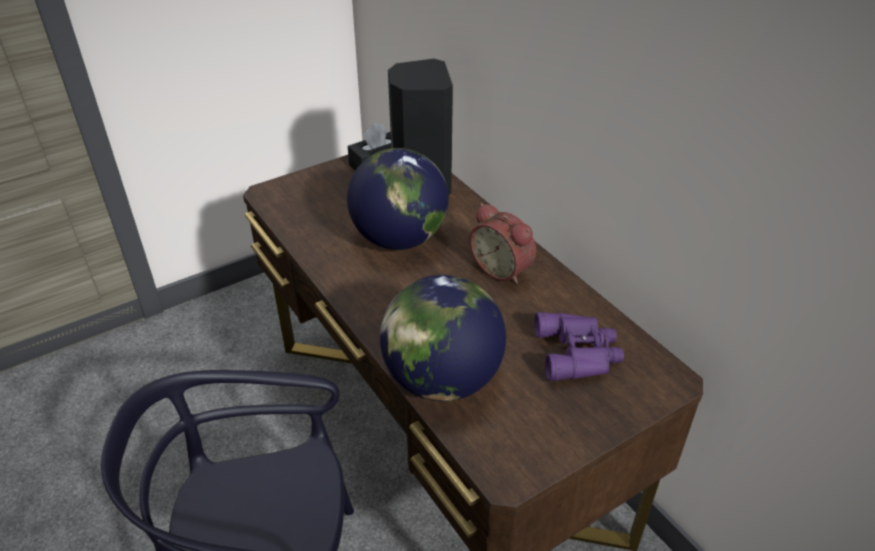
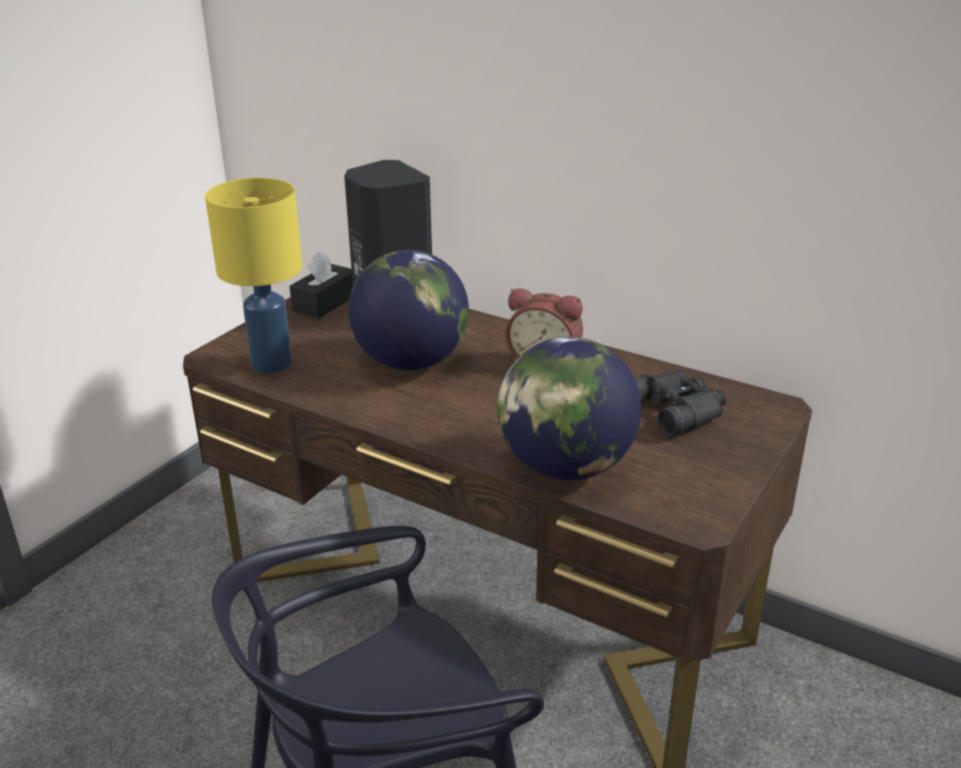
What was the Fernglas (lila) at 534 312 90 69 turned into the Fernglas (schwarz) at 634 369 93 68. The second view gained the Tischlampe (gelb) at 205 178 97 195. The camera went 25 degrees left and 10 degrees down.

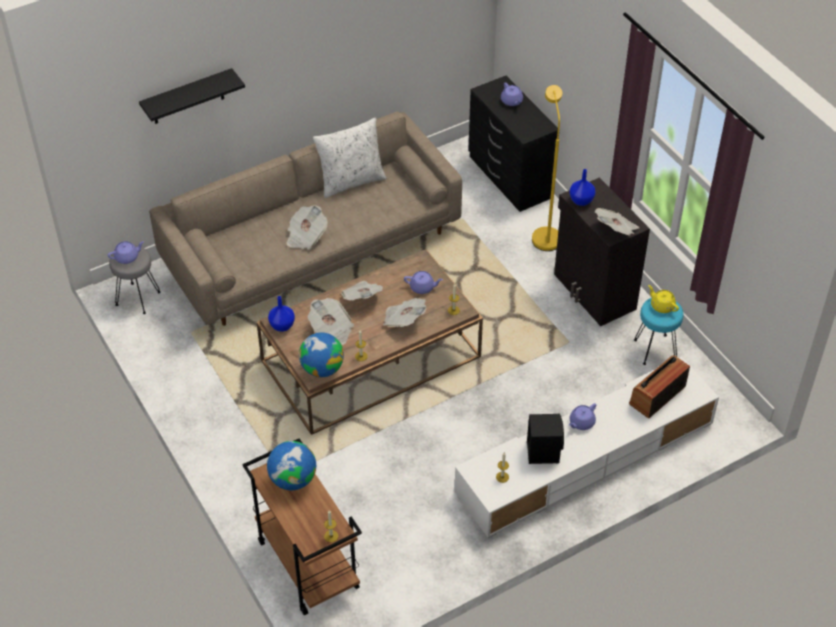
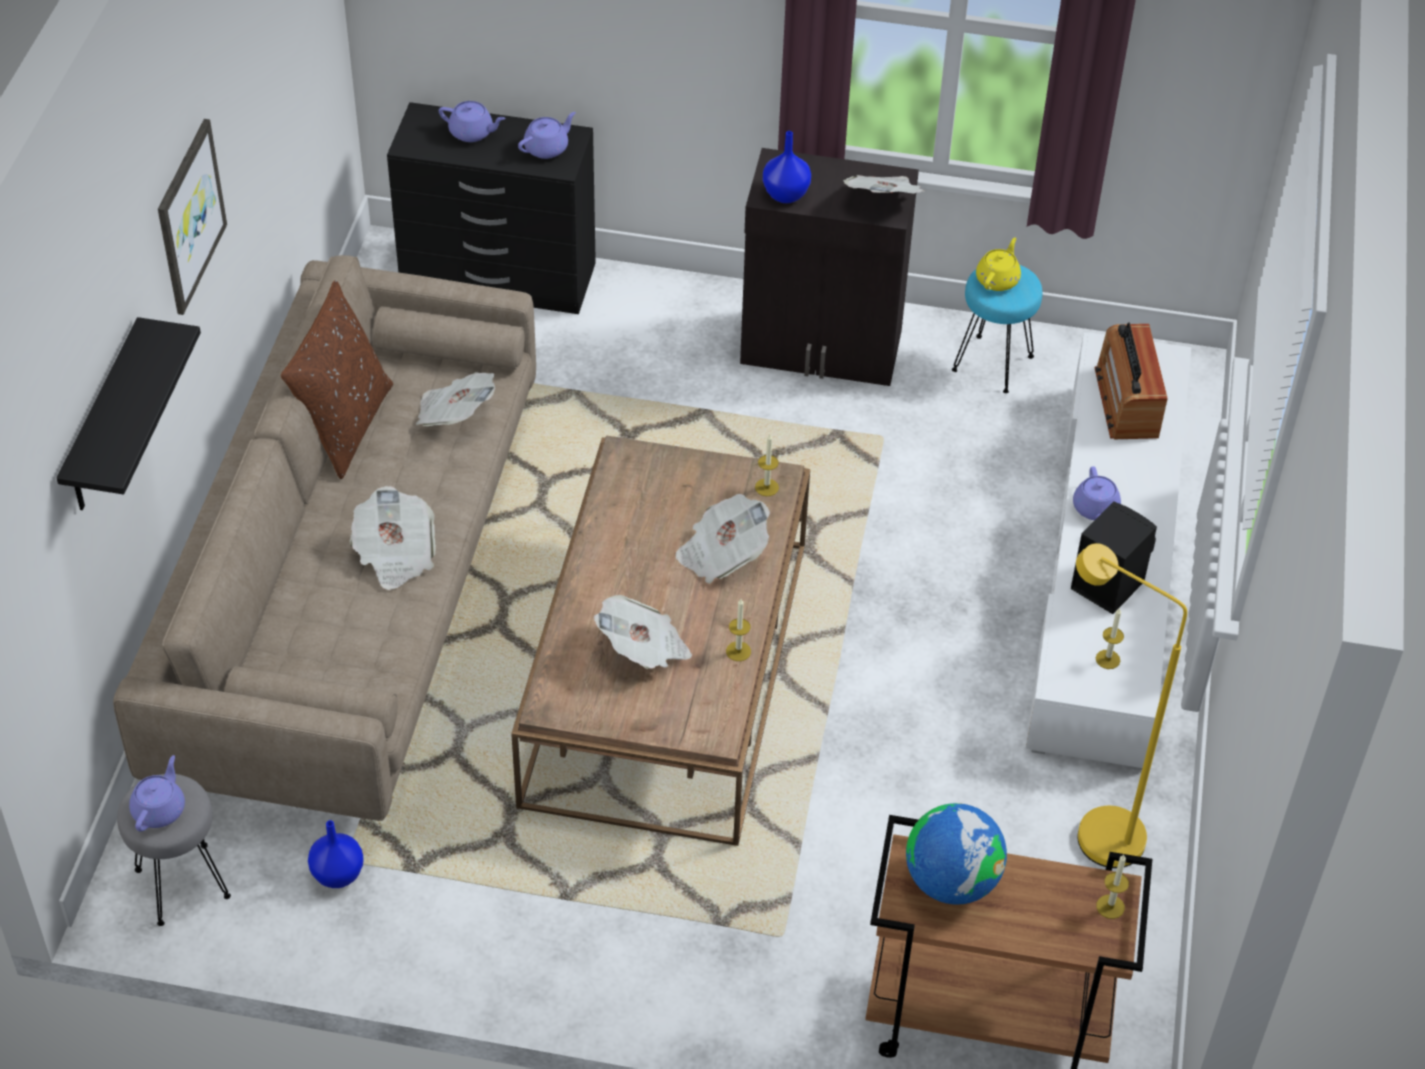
The Stehlampe (gelb) ended up elsewhere, having gone from 532 85 30 166 to 1076 543 111 325. What was the Kissen (weiß) at 313 117 74 81 turned into the Kissen (braun) at 281 280 112 199. The Teekanne (lila) ended up elsewhere, having gone from 404 271 39 23 to 518 112 58 47. The Zeitung ended up elsewhere, having gone from 341 281 42 19 to 416 372 79 54. The Teekanne (gelb) at 648 285 31 28 ended up facing another way, 120 degrees clockwise from before. The Vase (blau) ended up elsewhere, having gone from 268 296 27 36 to 308 820 56 68. The second view lost the Globus at 299 333 45 44. The second view gained the Bild at 158 119 69 196. The camera went 50 degrees left and 0 degrees up.

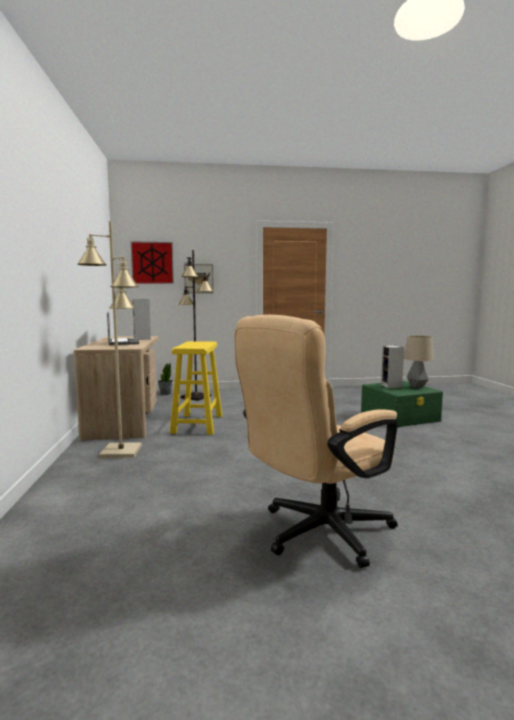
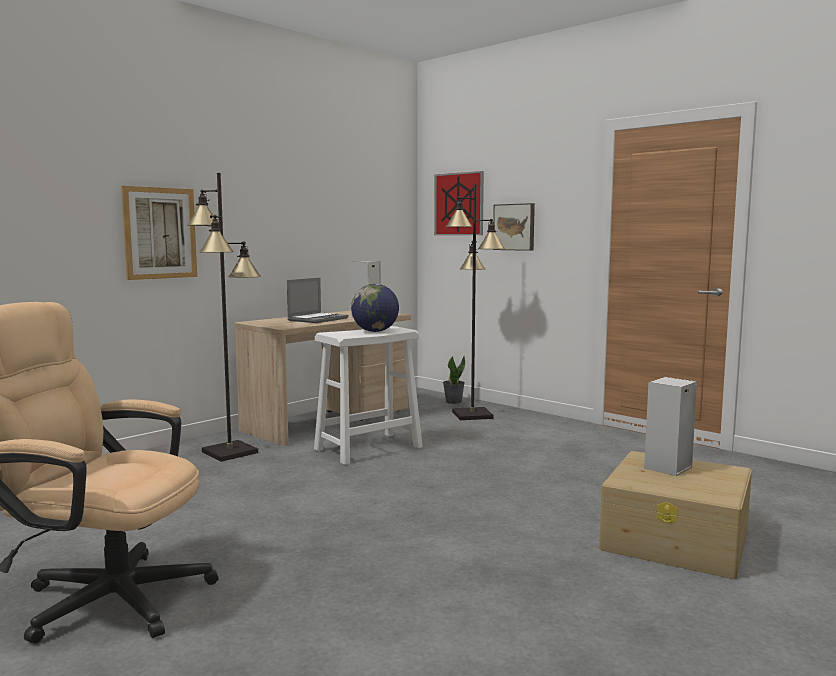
What was the Stehlampe (beige) at 77 221 65 237 turned into the Stehlampe (schwarz) at 187 173 74 289. The second view lost the Tischlampe at 404 336 30 52. What was the Hocker (gelb) at 170 341 52 94 turned into the Hocker (weiß) at 314 326 109 139. What was the Aufbewahrungsbox (grün) at 361 381 82 46 turned into the Aufbewahrungsbox (beige) at 599 451 153 128. The second view gained the Bild at 121 186 76 94. The second view gained the Globus at 351 284 48 48. The camera went 50 degrees right and 0 degrees up.

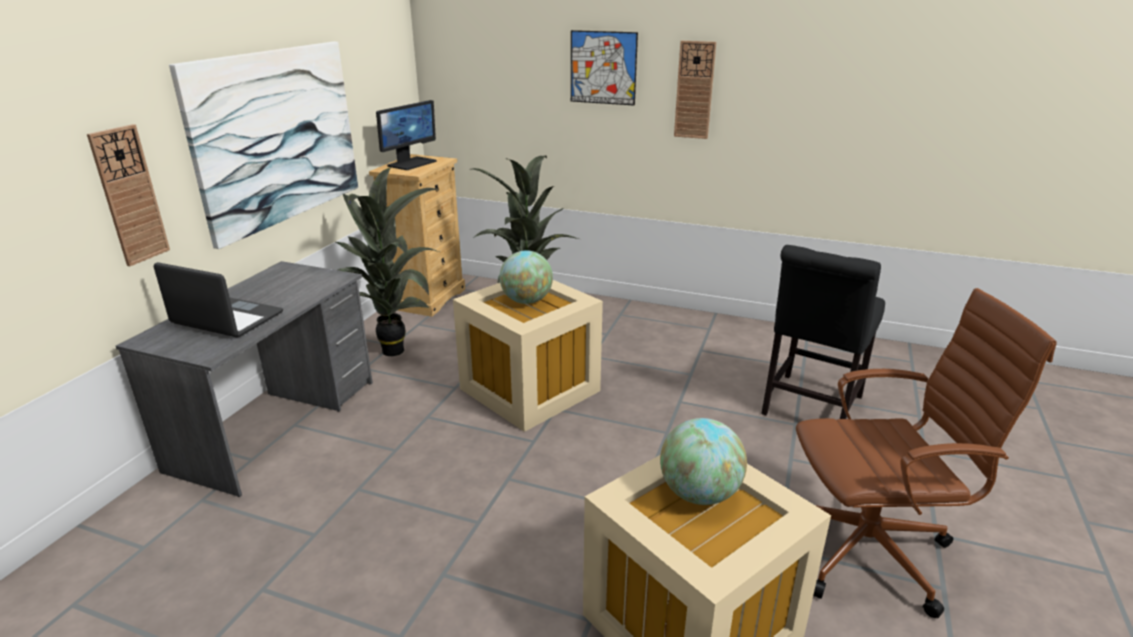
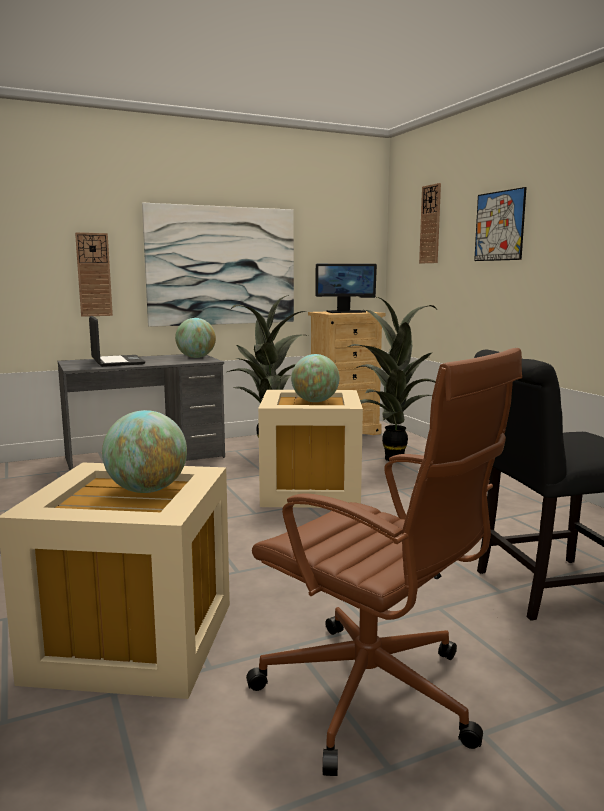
The Wanduhr ended up elsewhere, having gone from 674 41 42 98 to 419 183 22 80. The second view gained the Globus at 175 318 41 40. The camera went 45 degrees right and 15 degrees down.

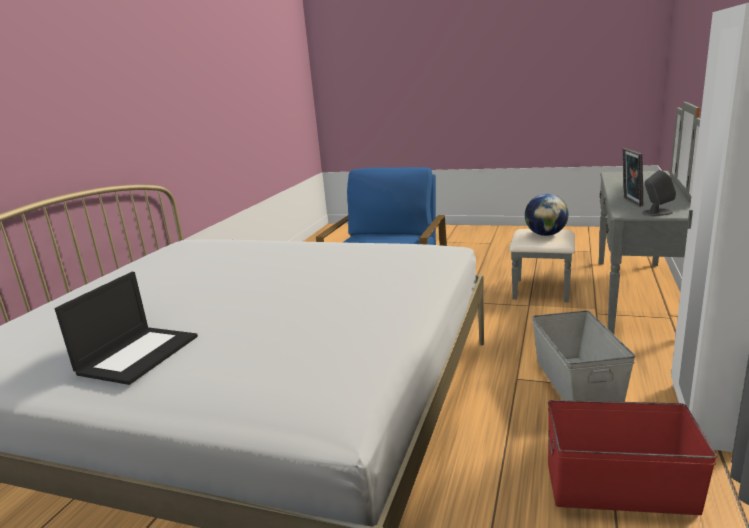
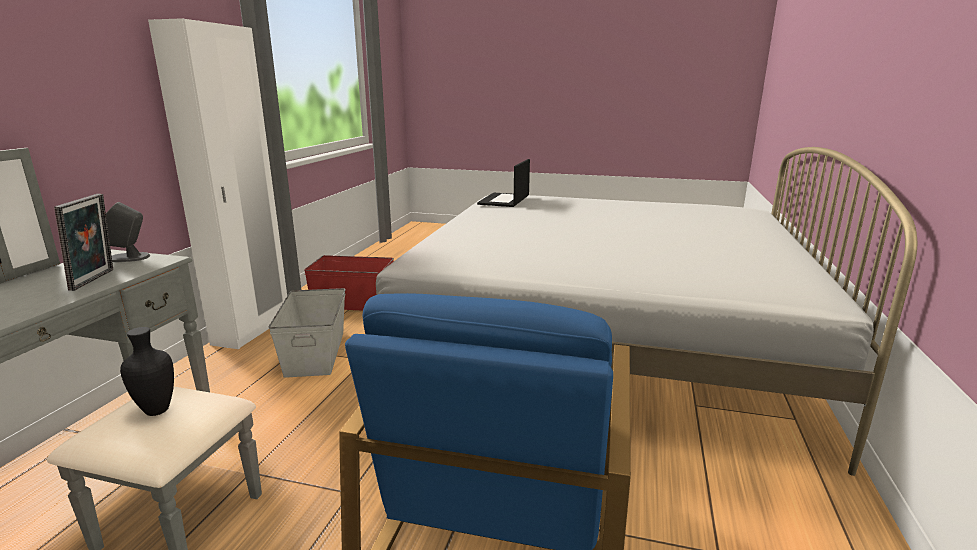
Where the Globus stood at 525 194 44 42, the Vase (schwarz) came to stand at 120 327 54 89. The Laptop ended up elsewhere, having gone from 55 272 143 113 to 477 159 53 48. The camera went 175 degrees right and 0 degrees up.

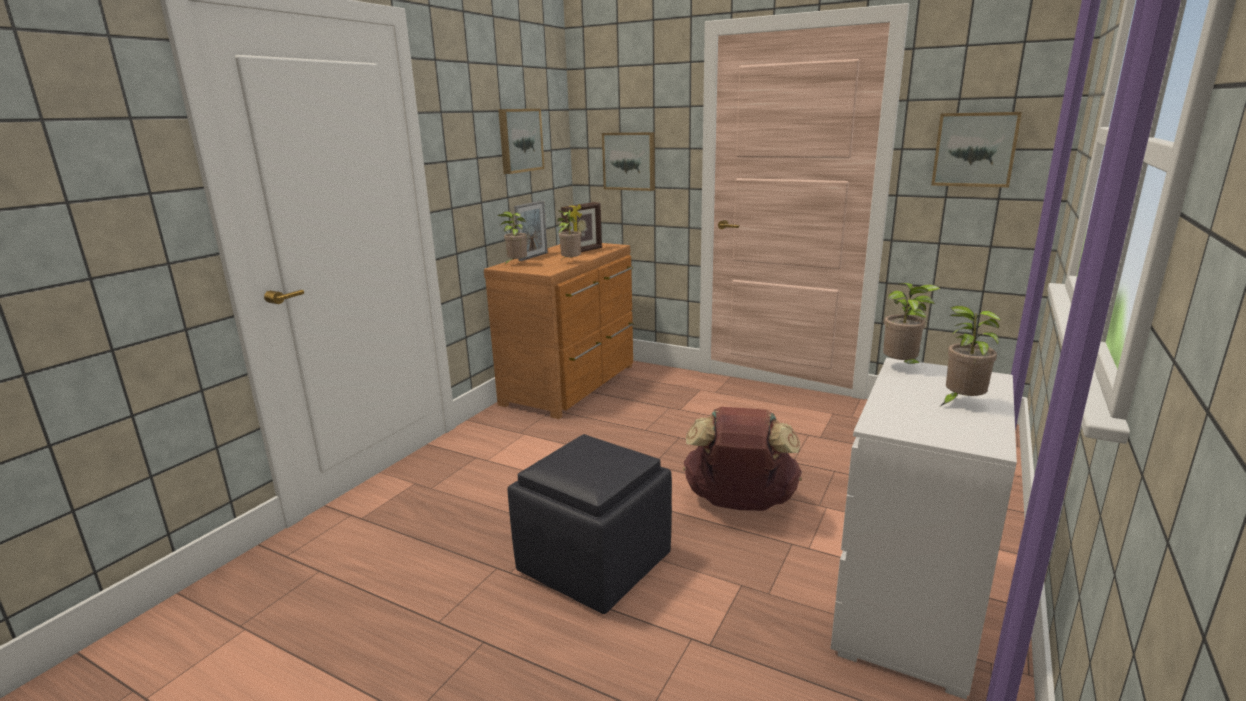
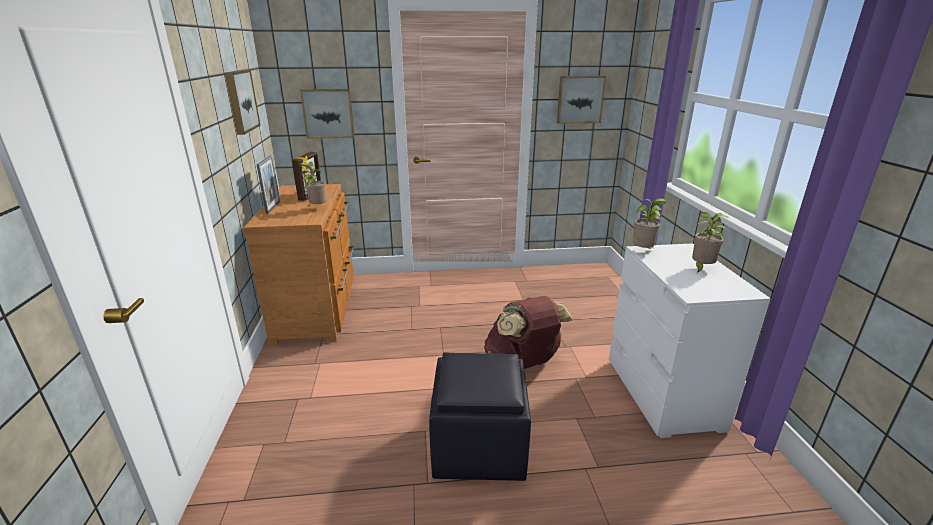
The second view lost the Topfpflanze at 497 211 30 54. The camera went 35 degrees left and 5 degrees up.

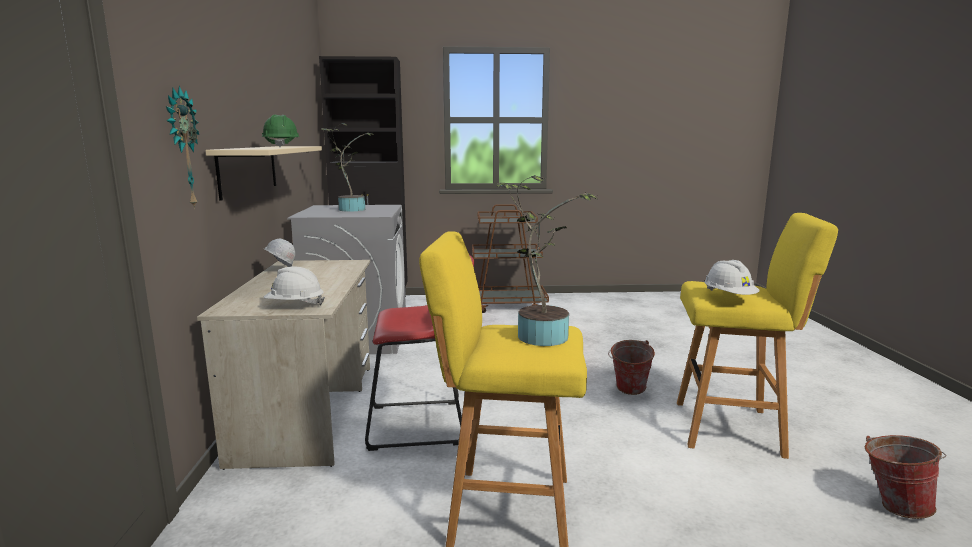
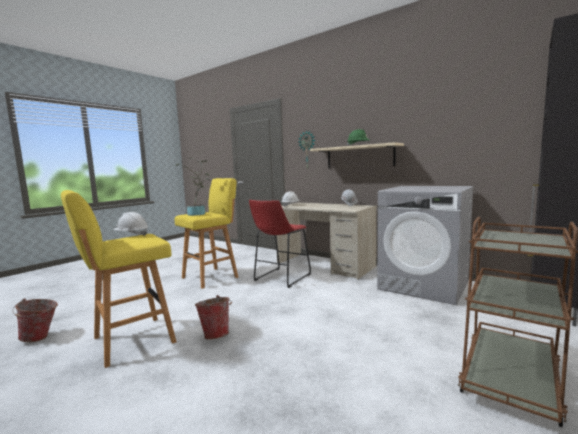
The second view lost the Topfpflanze at 321 123 52 89. The camera went 130 degrees right and 5 degrees down.

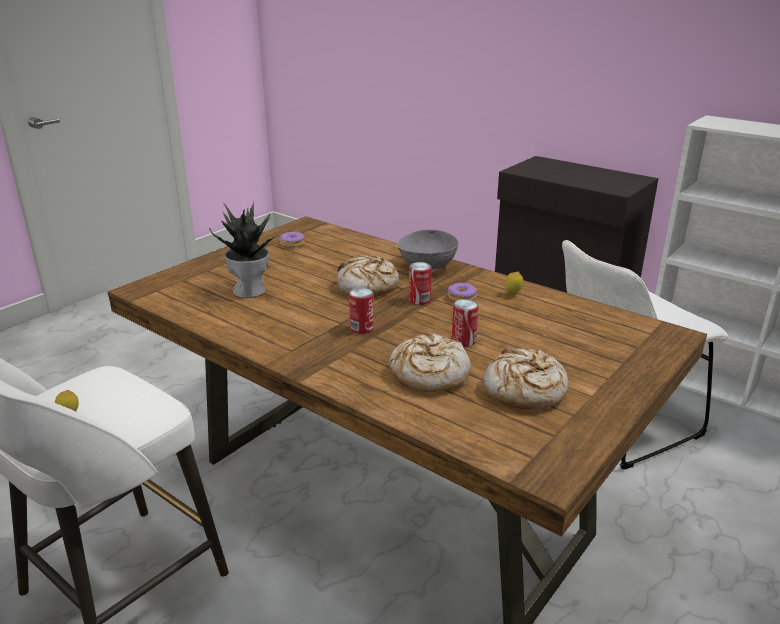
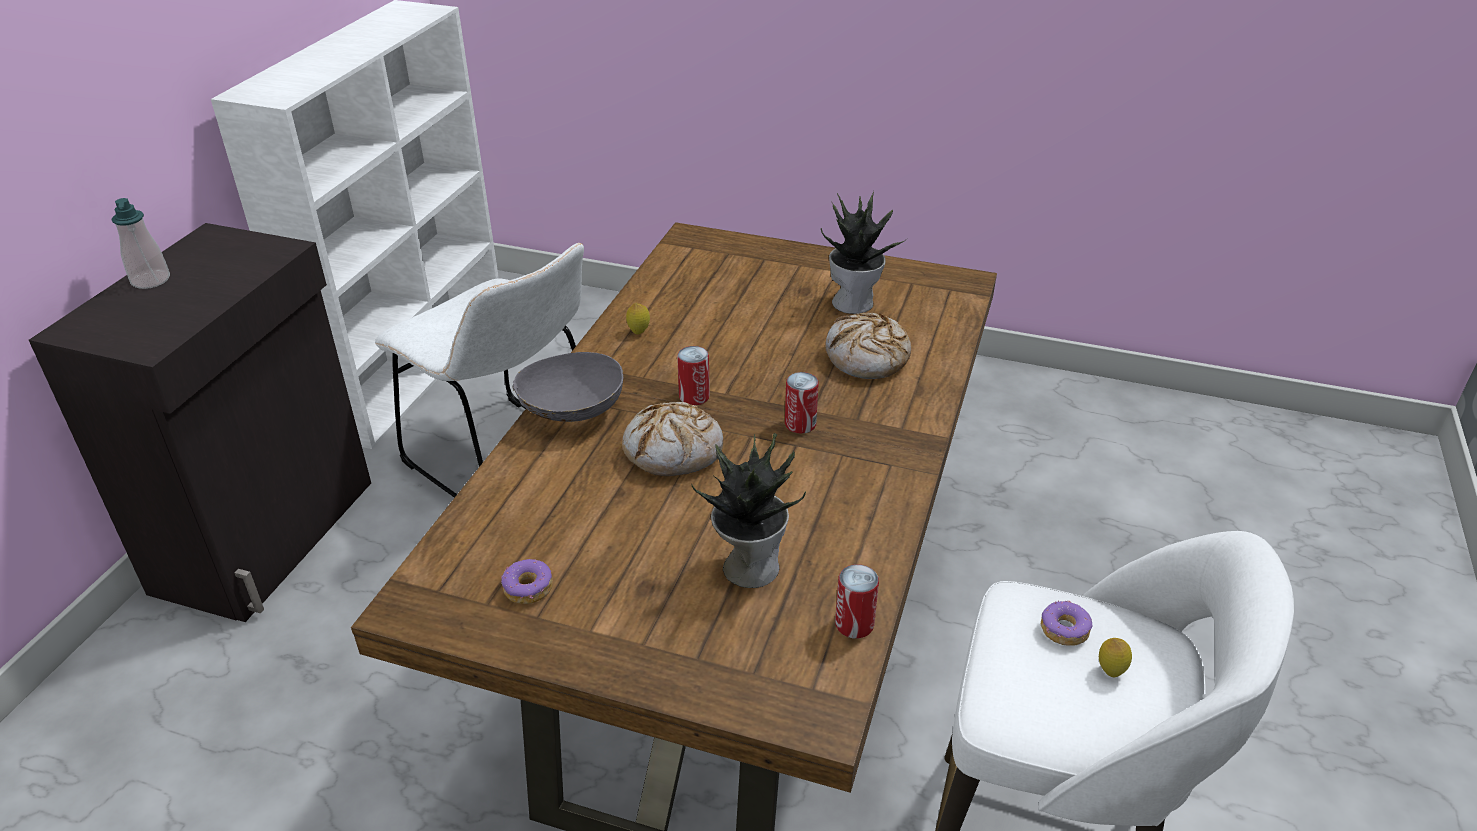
The Donut ended up elsewhere, having gone from 448 283 29 18 to 1041 601 51 45. The Dose ended up elsewhere, having gone from 452 299 26 48 to 835 564 44 75. Where the Brot stood at 483 348 86 62, the Topfpflanze came to stand at 821 191 86 123. The second view gained the Seifenspender at 111 198 59 91. The camera went 110 degrees left and 10 degrees up.

